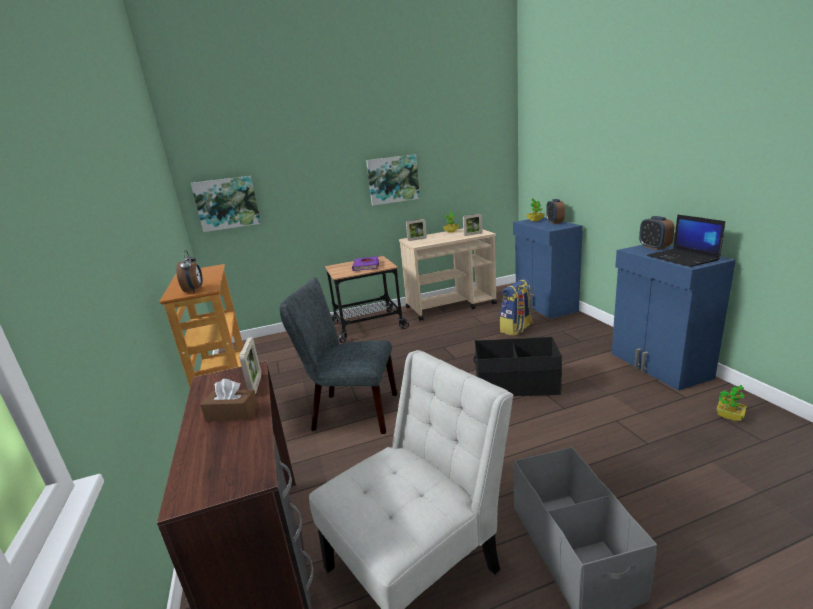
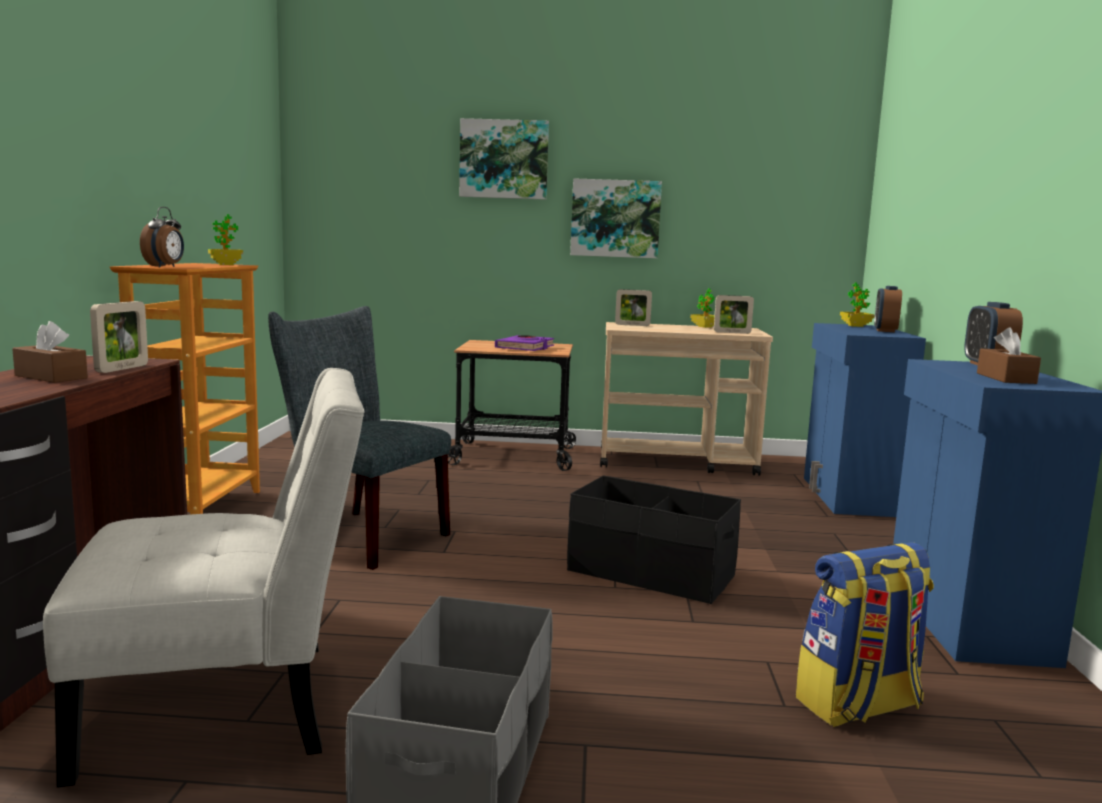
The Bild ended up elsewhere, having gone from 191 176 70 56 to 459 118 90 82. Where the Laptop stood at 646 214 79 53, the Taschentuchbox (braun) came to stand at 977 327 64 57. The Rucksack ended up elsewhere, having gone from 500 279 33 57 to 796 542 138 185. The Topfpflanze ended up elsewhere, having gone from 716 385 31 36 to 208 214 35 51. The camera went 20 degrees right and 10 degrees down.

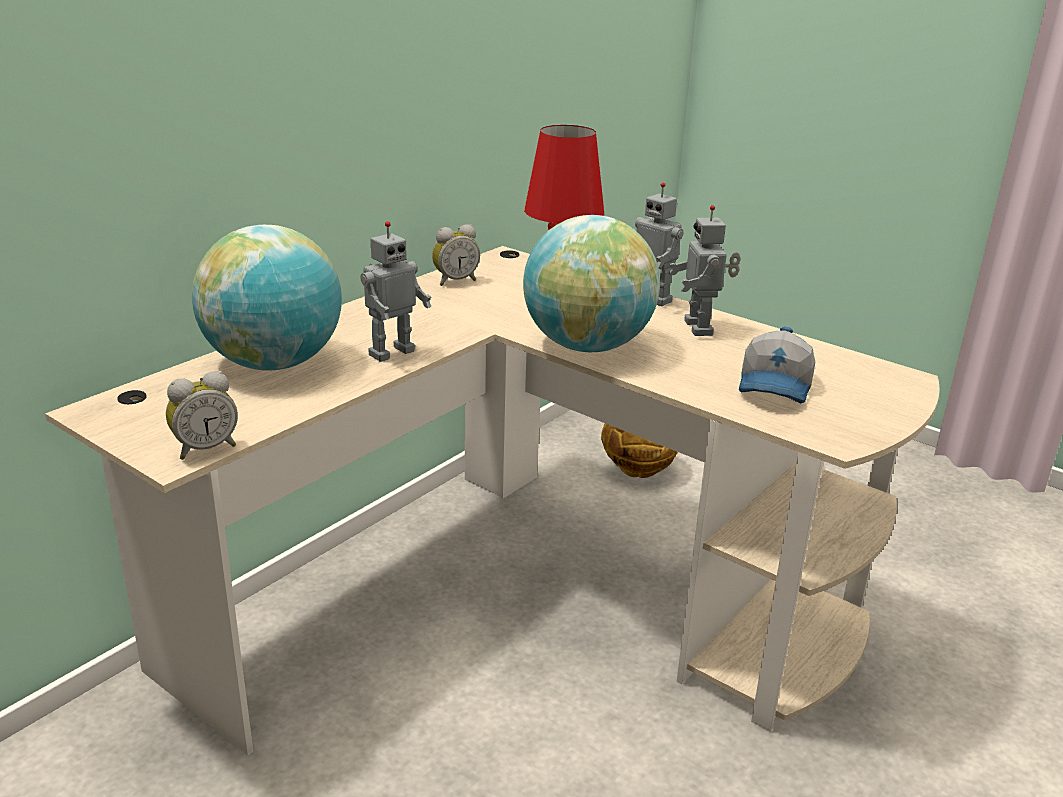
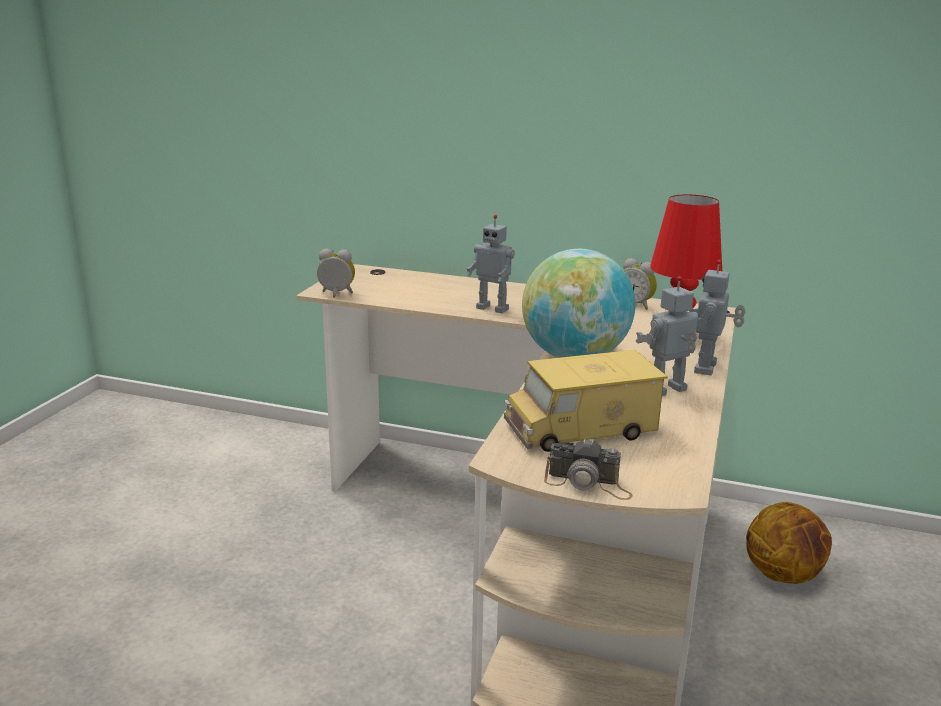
The second view lost the Globus at 192 225 150 145. Where the Kappe stood at 739 327 76 77, the Spielzeuglaster came to stand at 504 350 164 102. The Wecker at 166 371 72 89 ended up facing another way, 150 degrees clockwise from before. The second view gained the Kamera at 544 438 89 62. The camera went 70 degrees right and 5 degrees down.

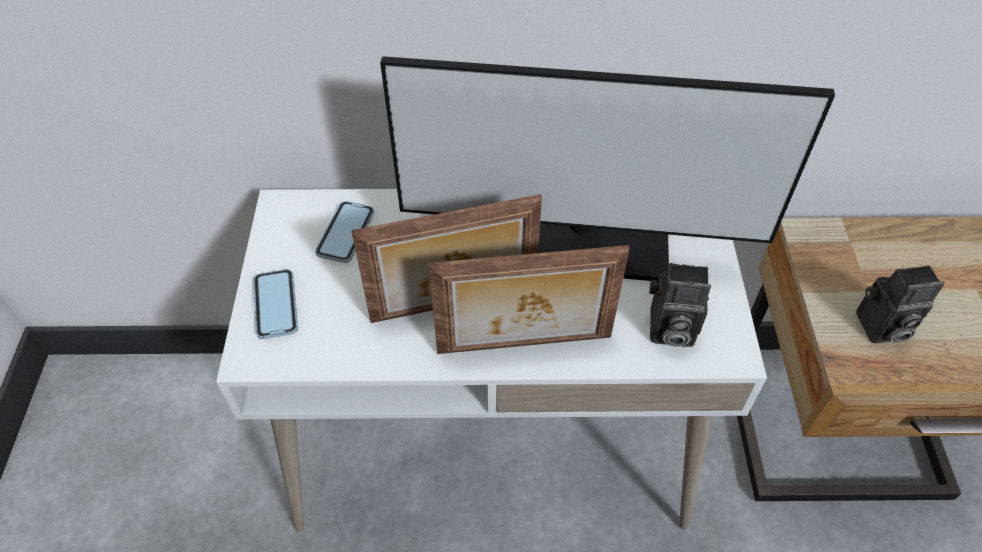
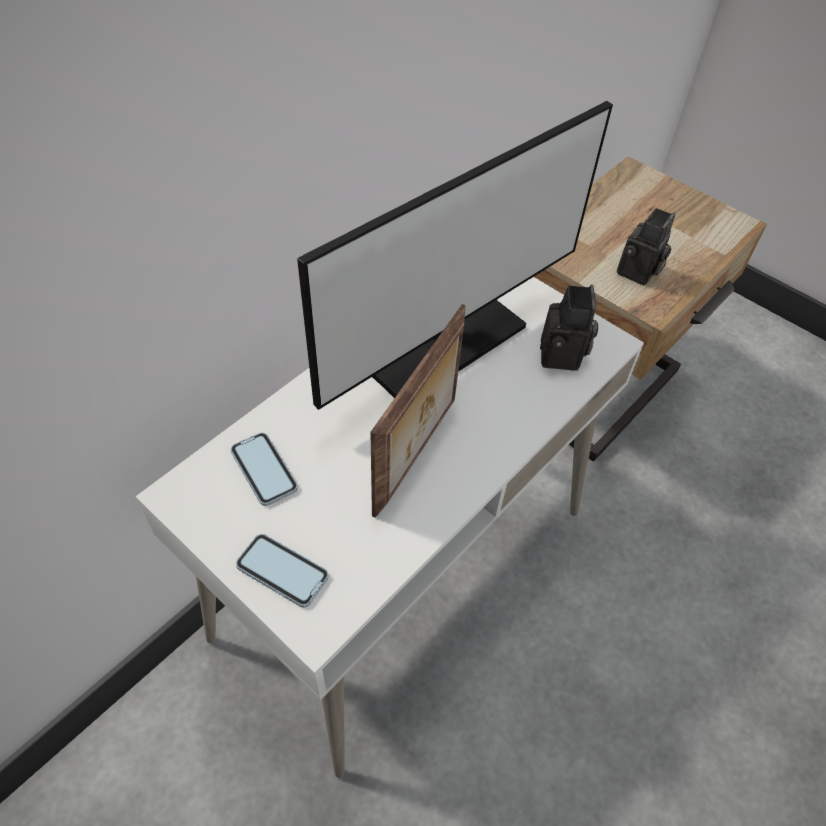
The second view lost the Bilderrahmen at 428 245 202 109. The Kamera at 649 263 62 84 ended up facing another way, 45 degrees counterclockwise from before. The camera went 50 degrees left and 0 degrees up.

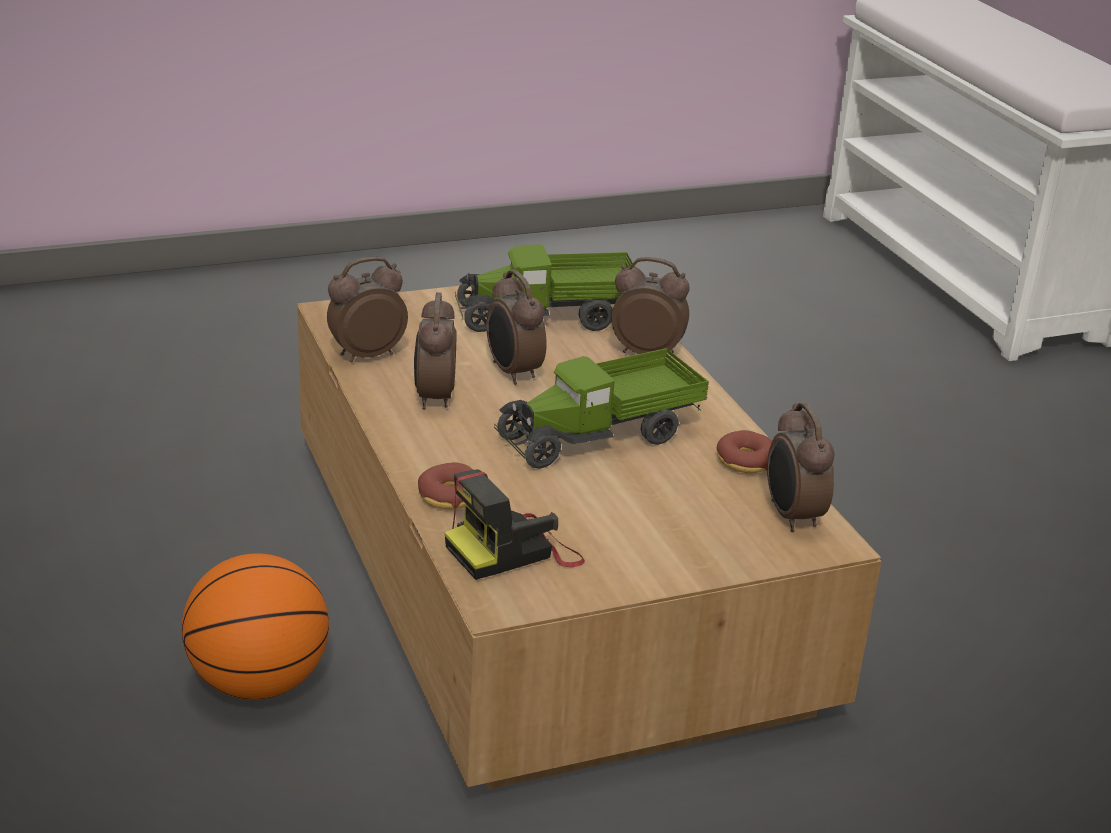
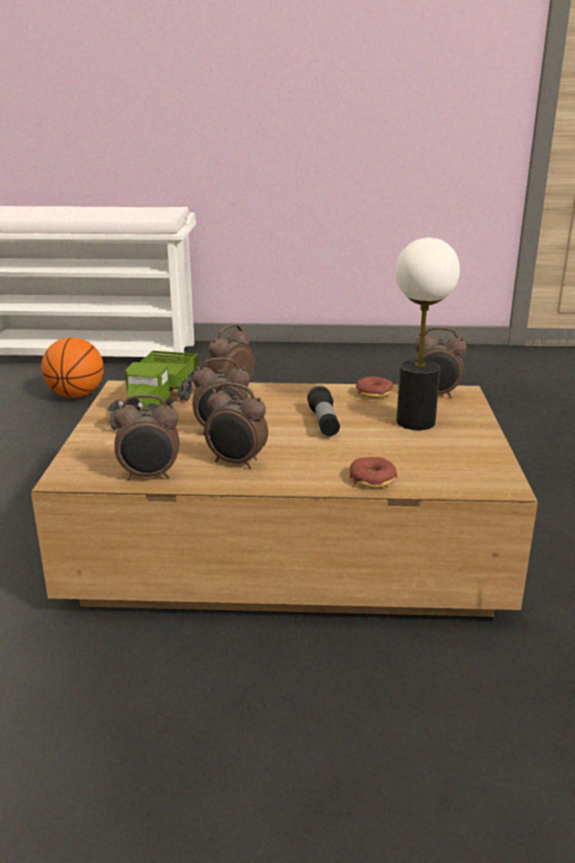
The Wecker at 327 256 81 106 ended up facing another way, 90 degrees counterclockwise from before. Where the Spielzeuglaster stood at 494 348 215 121, the Taschenlampe came to stand at 307 386 33 50. The second view lost the Kamera at 444 469 141 111. The Basketball ended up elsewhere, having gone from 182 553 147 147 to 41 337 63 61. The second view gained the Tischlampe at 395 237 65 193. The camera went 65 degrees left and 5 degrees down.

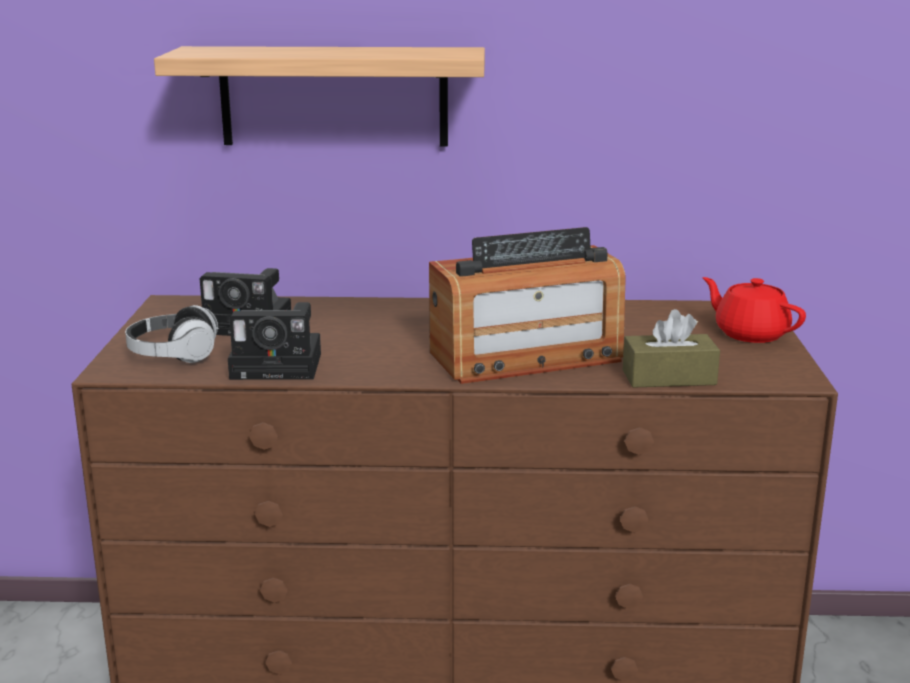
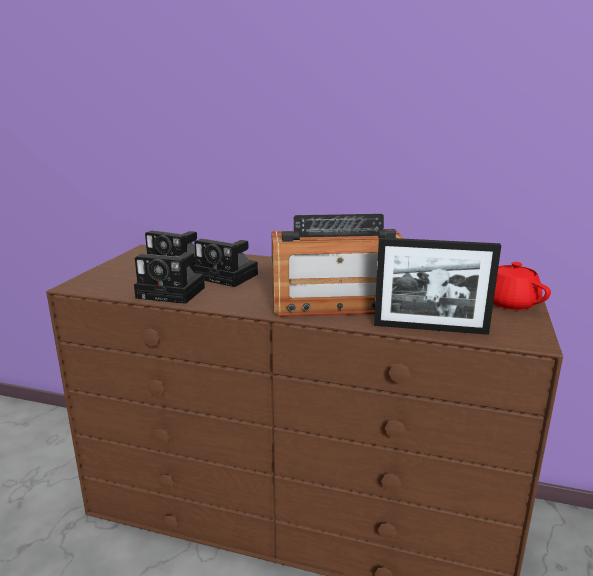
The second view lost the Wandregal at 154 46 331 100. The second view lost the Kopfhörer at 125 305 94 58. Where the Taschentuchbox (braun) stood at 622 309 98 79, the Bilderrahmen came to stand at 374 237 127 98. The second view gained the Kamera at 193 239 65 48. The camera went 15 degrees right and 0 degrees up.

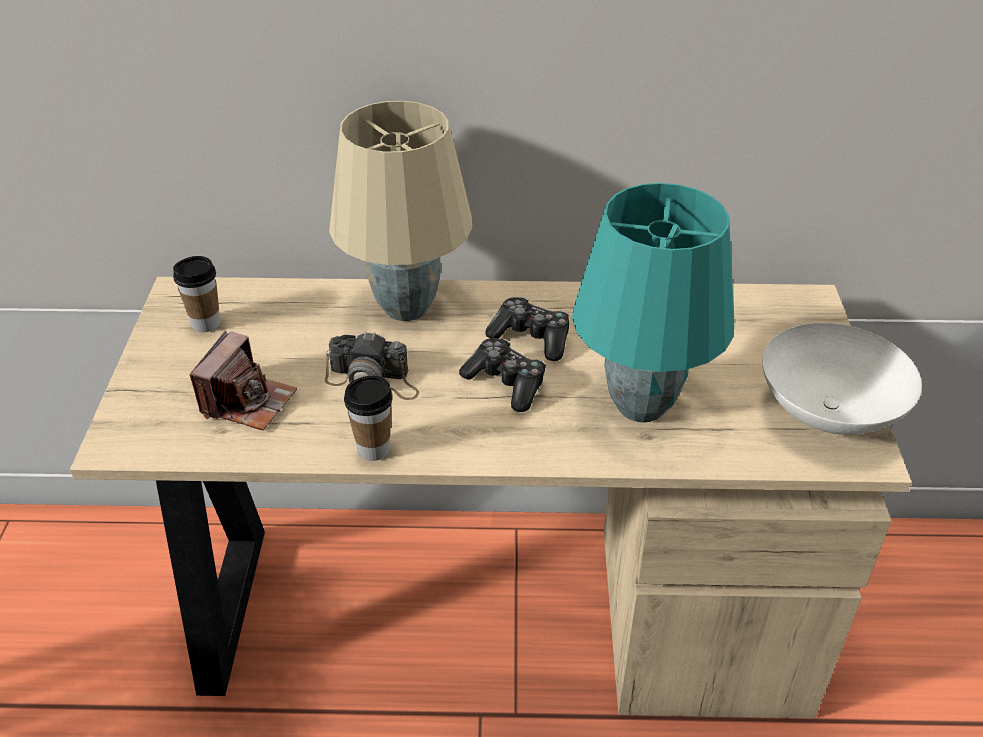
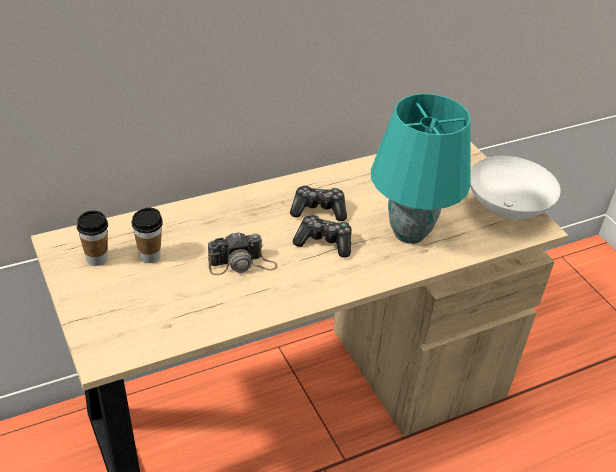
The second view lost the Tischlampe (beige) at 329 101 143 220. The second view lost the Kamera at 189 331 108 100. The Tasse ended up elsewhere, having gone from 344 376 49 85 to 132 208 31 55. The camera went 30 degrees left and 0 degrees up.

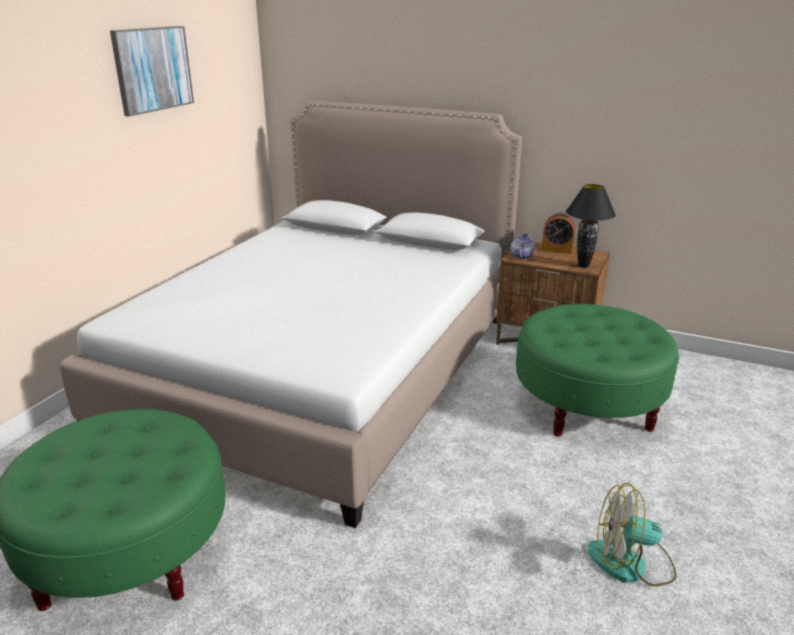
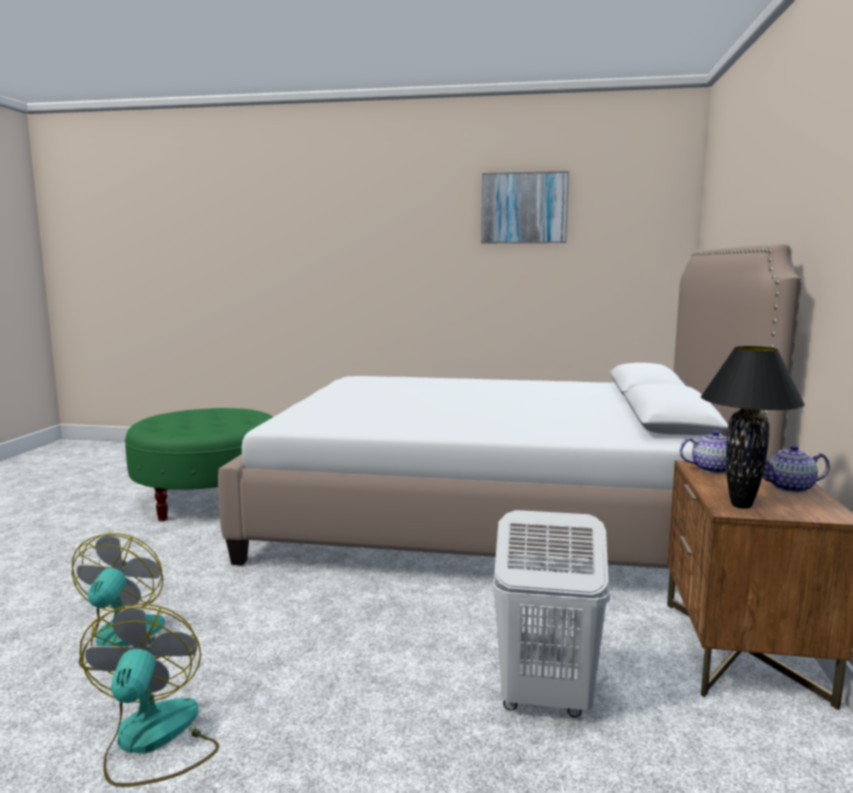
Where the Wecker stood at 541 213 35 41, the Teekanne came to stand at 763 445 67 48. Where the Polsterhocker (grün) stood at 516 304 163 133, the Wäschekorb (weiß) came to stand at 493 510 117 207. The second view gained the Ventilator at 72 533 93 138. The camera went 75 degrees right and 15 degrees down.

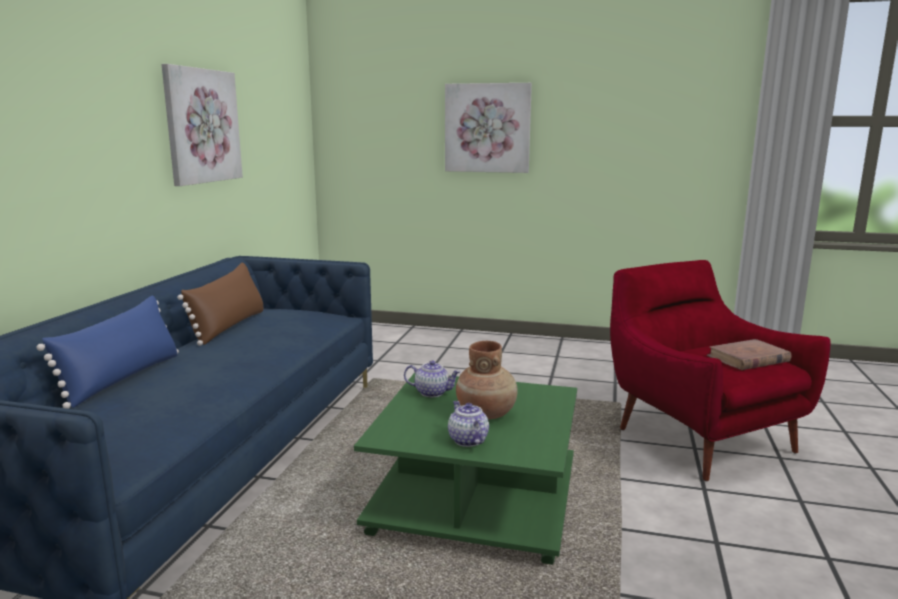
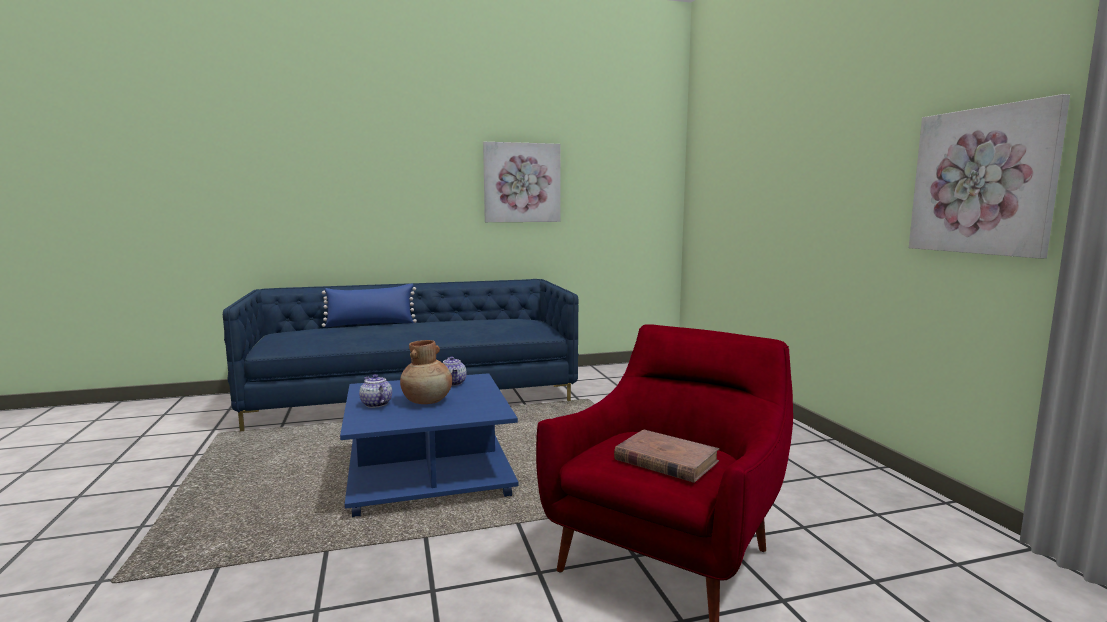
The Bild ended up elsewhere, having gone from 445 83 87 90 to 909 94 161 164. The second view lost the Kissen (braun) at 177 263 86 83. What was the Couchtisch (grün) at 354 373 223 192 turned into the Couchtisch (blau) at 340 373 178 144. The Teekanne at 448 401 41 46 ended up facing another way, 75 degrees counterclockwise from before. The camera went 60 degrees right and 5 degrees down.

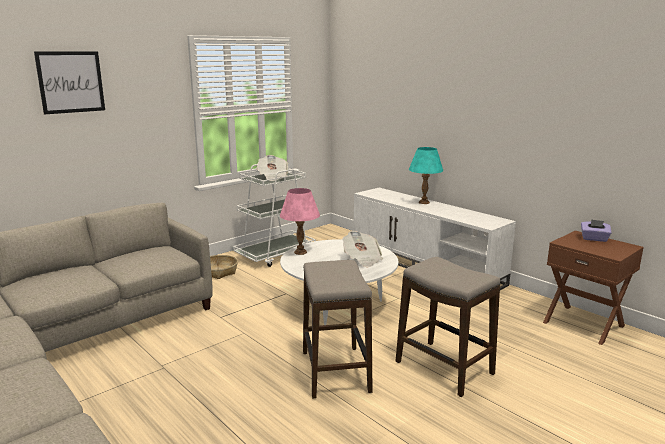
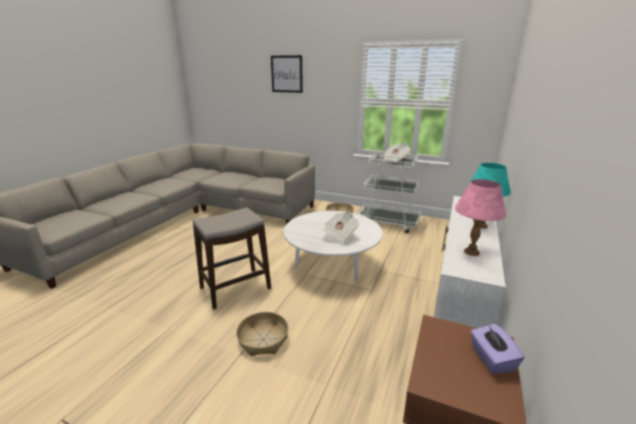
The Tischlampe (rosa) ended up elsewhere, having gone from 280 188 40 67 to 455 179 51 77. Where the Hocker stood at 396 257 104 140, the Korb came to stand at 236 312 52 44. The camera went 65 degrees right and 5 degrees up.

